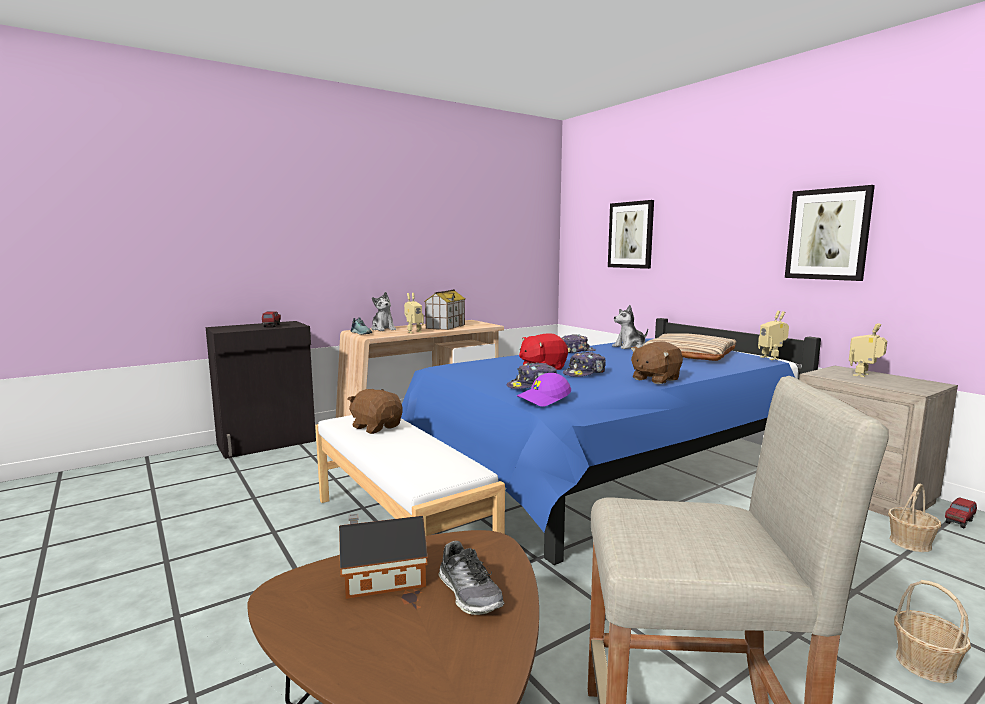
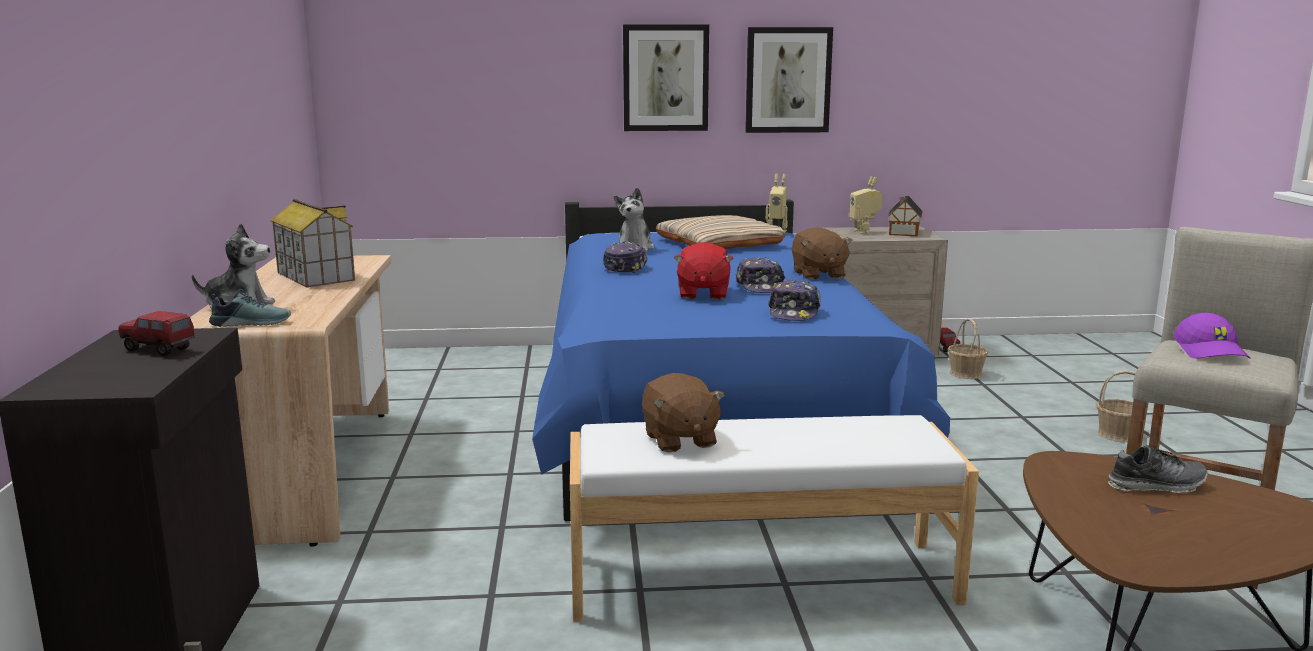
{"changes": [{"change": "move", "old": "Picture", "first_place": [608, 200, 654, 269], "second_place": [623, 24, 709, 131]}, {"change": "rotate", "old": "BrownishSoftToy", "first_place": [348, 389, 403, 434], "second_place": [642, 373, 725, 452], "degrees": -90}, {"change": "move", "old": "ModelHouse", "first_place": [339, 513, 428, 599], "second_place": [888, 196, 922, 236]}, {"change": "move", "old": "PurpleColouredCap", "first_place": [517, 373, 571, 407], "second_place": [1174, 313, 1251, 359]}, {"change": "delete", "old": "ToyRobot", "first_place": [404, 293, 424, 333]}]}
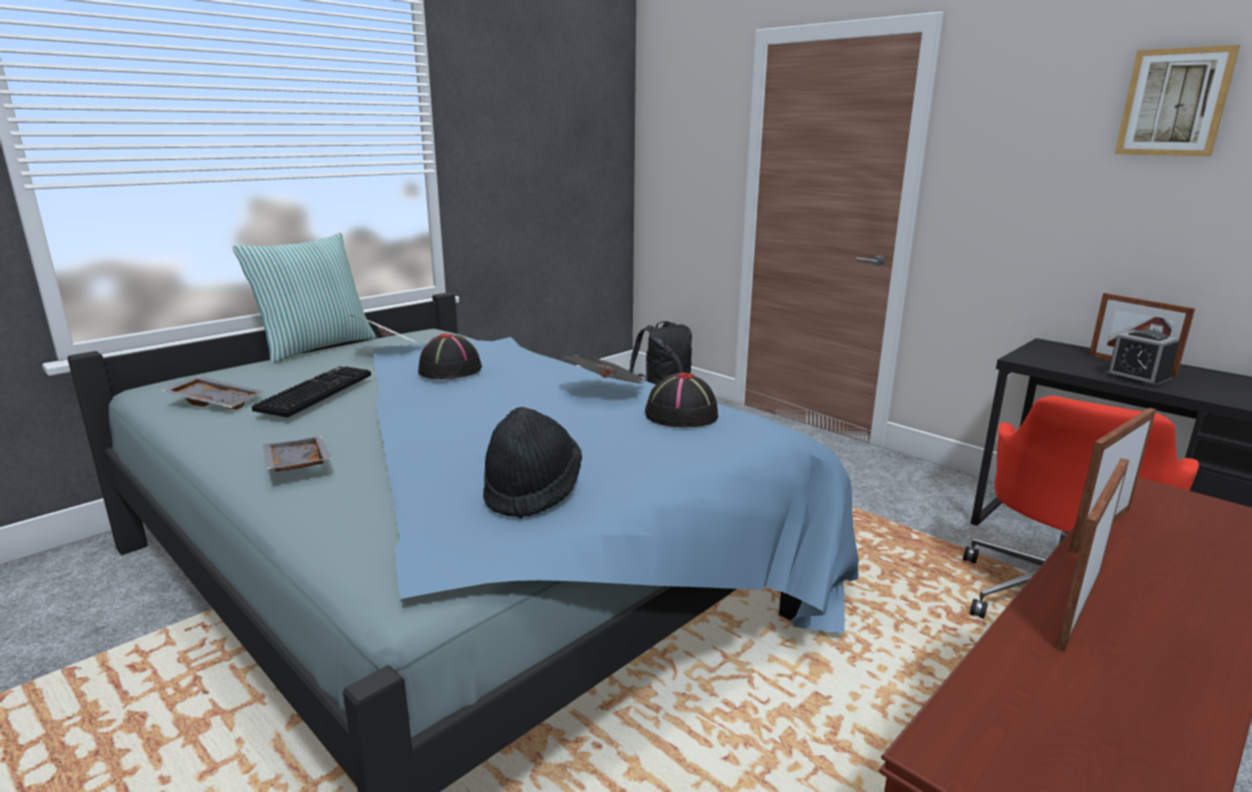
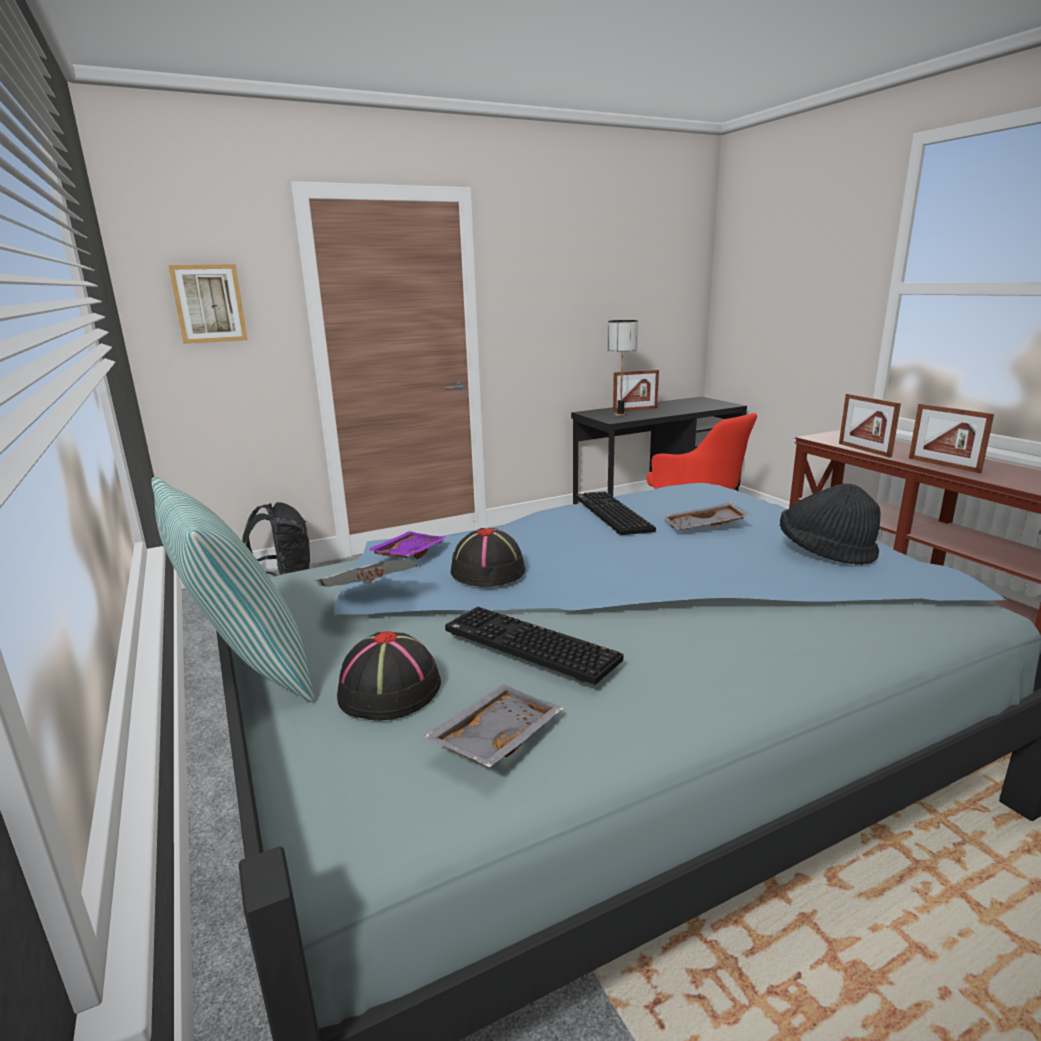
{"changes": [{"change": "move", "old": "Picture", "first_place": [1115, 45, 1240, 157], "second_place": [169, 264, 248, 344]}, {"change": "move", "old": "BlackishWearableHat", "first_place": [645, 373, 718, 427], "second_place": [337, 631, 441, 721]}, {"change": "insert", "new": "PurpleColouredTray", "second_place": [366, 531, 449, 559]}, {"change": "replace", "old": "PrintedPaper", "new": "PcKeyboard", "first_place": [562, 356, 645, 383], "second_place": [576, 492, 656, 535]}, {"change": "insert", "new": "LampForATable", "second_place": [607, 320, 638, 416]}, {"change": "move", "old": "GreyishTray", "first_place": [263, 436, 332, 471], "second_place": [662, 502, 750, 530]}, {"change": "delete", "old": "TableClock", "first_place": [1104, 330, 1179, 388]}]}
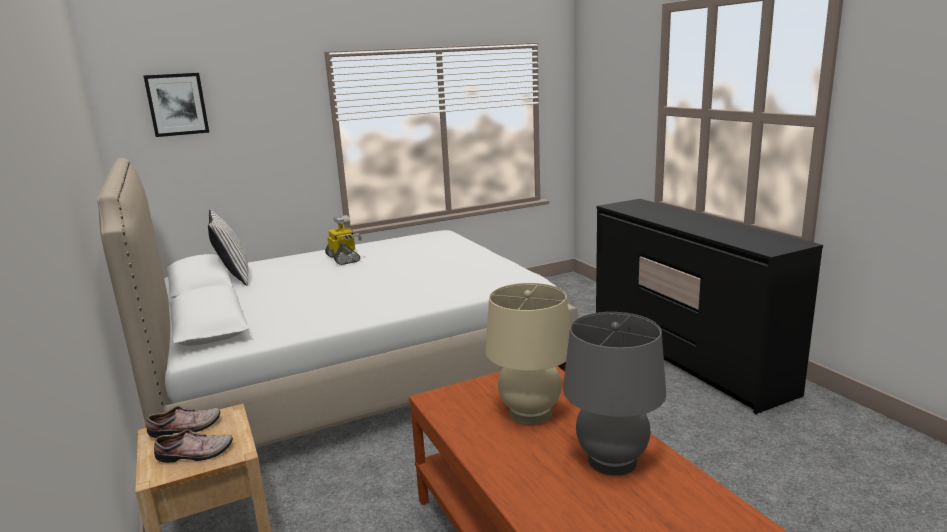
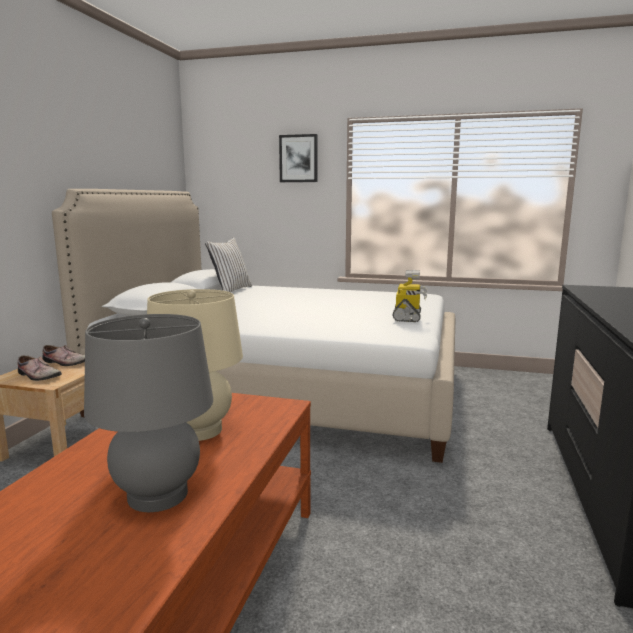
{"changes": [{"change": "move", "old": "Picture", "first_place": [144, 73, 209, 137], "second_place": [279, 134, 318, 182]}, {"change": "move", "old": "ToyRobot", "first_place": [325, 215, 362, 265], "second_place": [392, 270, 427, 322]}]}
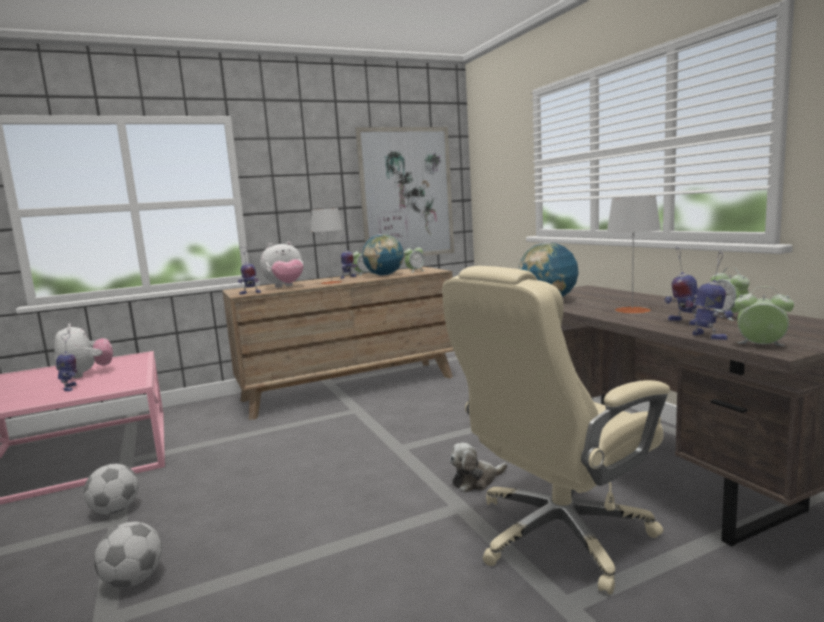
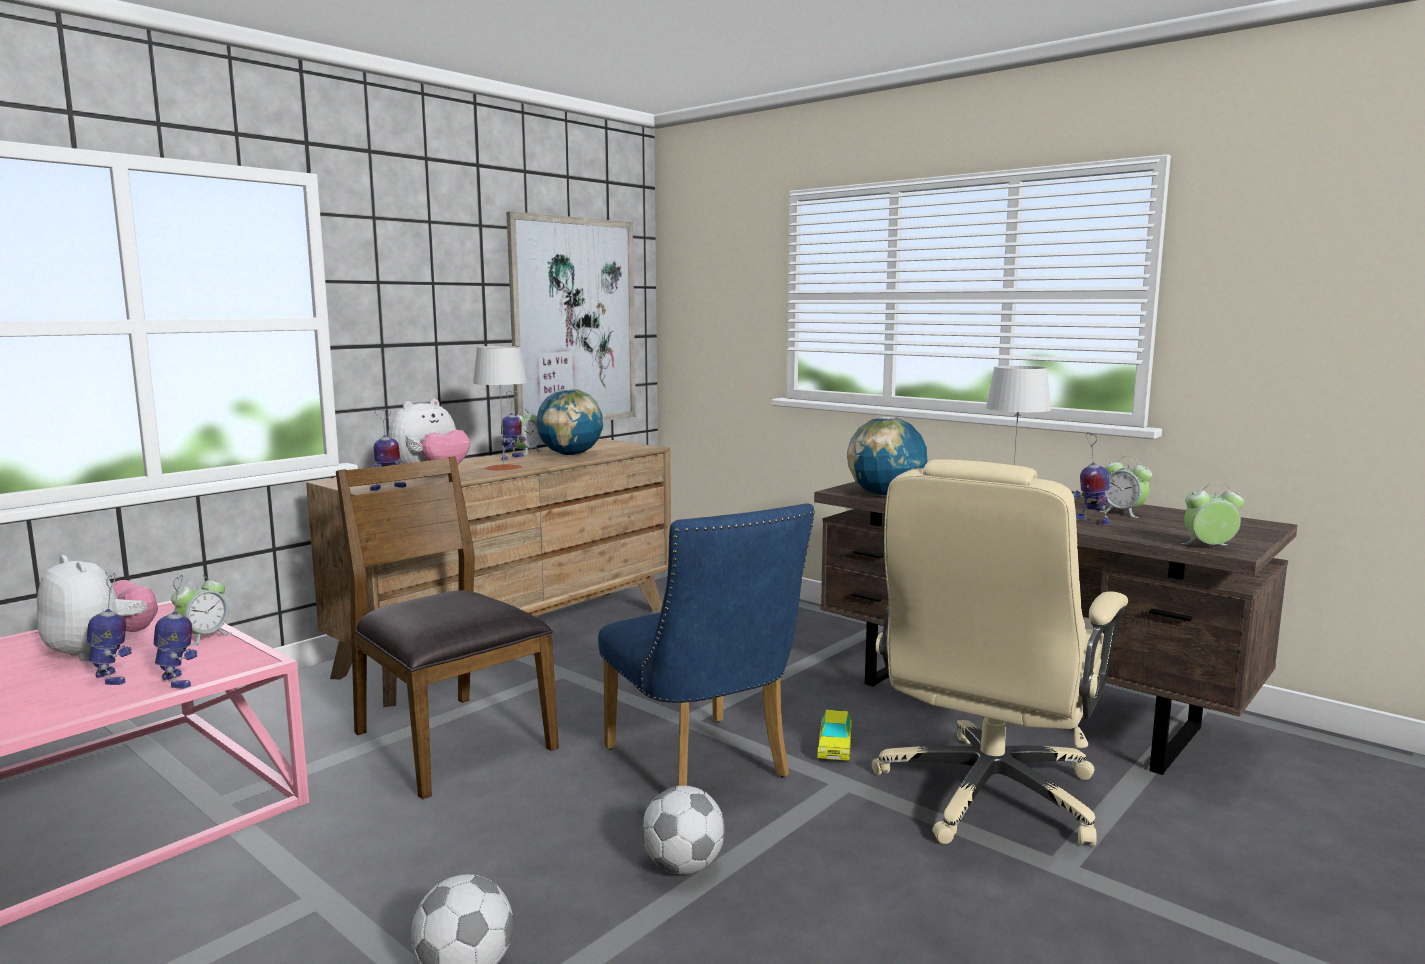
{"changes": [{"change": "move", "old": "ToyRobot", "first_place": [693, 252, 734, 340], "second_place": [153, 575, 197, 689]}, {"change": "move", "old": "TableClock", "first_place": [404, 244, 425, 273], "second_place": [171, 575, 231, 646]}, {"change": "insert", "new": "BrownishPlainChair", "second_place": [336, 456, 559, 800]}, {"change": "insert", "new": "BlueColouredPlainChair", "second_place": [598, 503, 815, 786]}, {"change": "move", "old": "BallForFootball", "first_place": [83, 464, 139, 514], "second_place": [642, 786, 725, 874]}, {"change": "replace", "old": "SoftToy", "new": "ModelCar", "first_place": [450, 443, 507, 492], "second_place": [818, 710, 852, 761]}]}
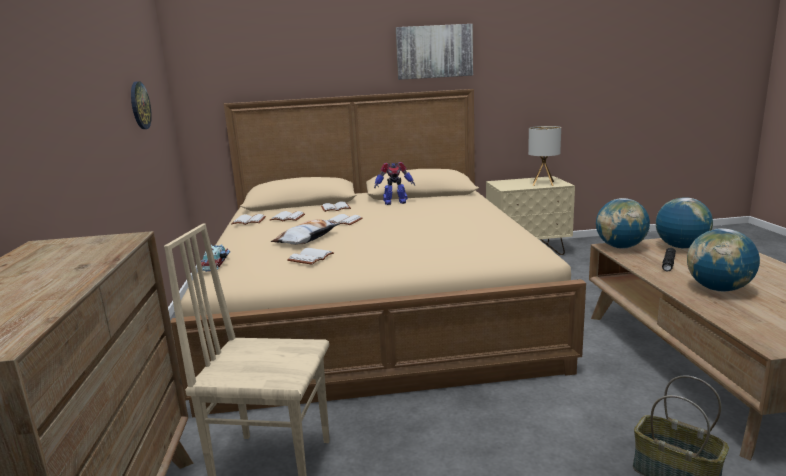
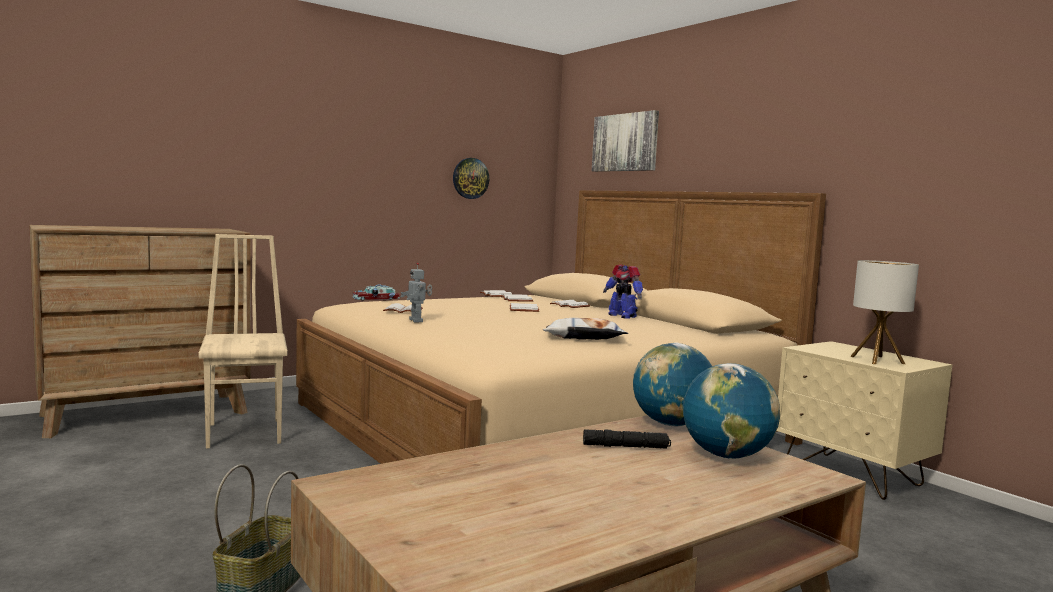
{"changes": [{"change": "insert", "new": "ToyRobot", "second_place": [400, 263, 432, 322]}, {"change": "move", "old": "Pillow", "first_place": [270, 219, 340, 245], "second_place": [543, 318, 629, 340]}, {"change": "move", "old": "Picture", "first_place": [396, 24, 473, 80], "second_place": [592, 110, 659, 172]}, {"change": "delete", "old": "DeskGlobe", "first_place": [687, 228, 760, 292]}]}
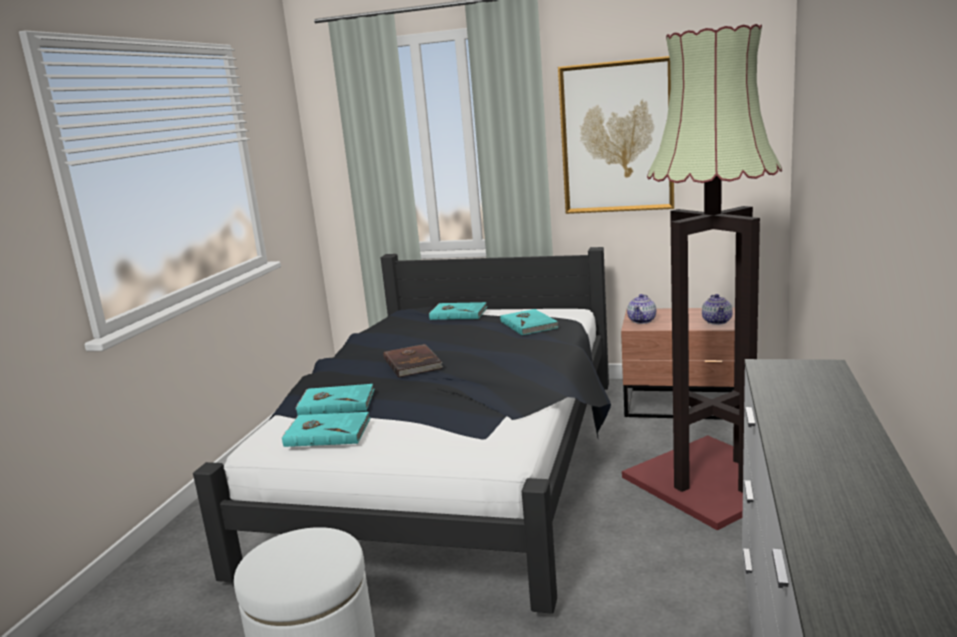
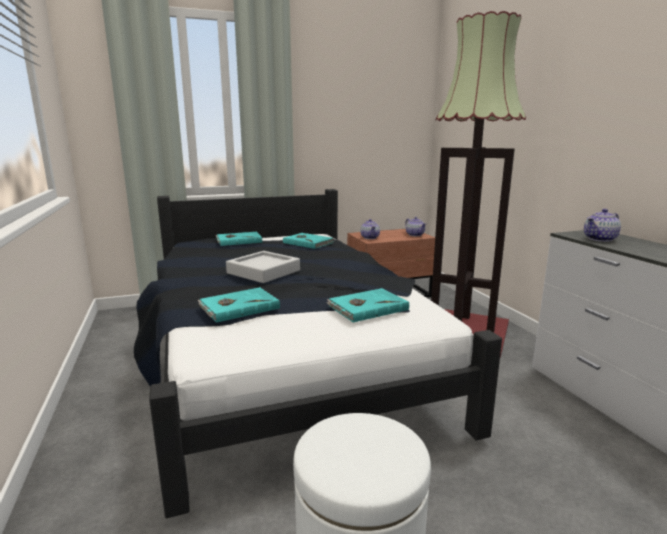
{"changes": [{"change": "replace", "old": "BrownishBoundBook", "new": "GreyishTray", "first_place": [384, 344, 443, 378], "second_place": [226, 251, 300, 283]}, {"change": "move", "old": "TurquoiseBoundBook", "first_place": [281, 412, 371, 447], "second_place": [327, 288, 409, 322]}, {"change": "insert", "new": "PotForTea", "second_place": [584, 209, 621, 242]}, {"change": "delete", "old": "Picture", "first_place": [558, 56, 674, 214]}]}
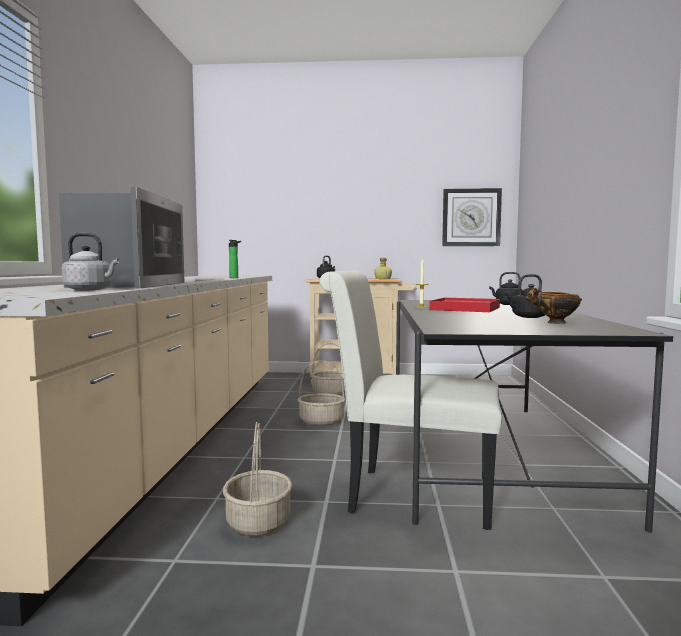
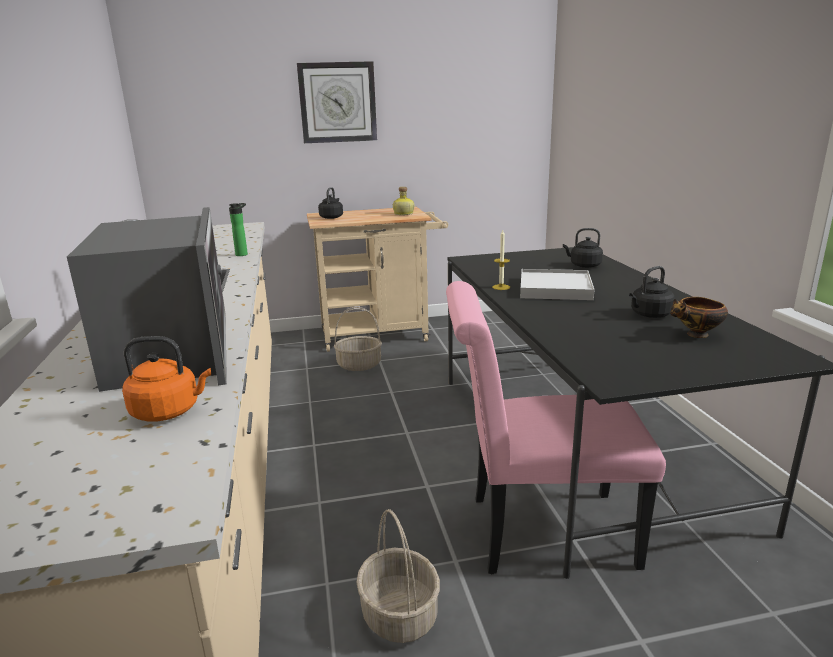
{"changes": [{"change": "recolor", "old": "GreyishWaterKettle", "new": "OrangeColouredWaterKettle", "first_place": [62, 233, 119, 290], "second_place": [122, 336, 211, 422]}, {"change": "move", "old": "WallClock", "first_place": [442, 188, 502, 246], "second_place": [297, 61, 377, 143]}, {"change": "recolor", "old": "WhitishPlainChair", "new": "PinkishPlainChair", "first_place": [319, 270, 502, 530], "second_place": [446, 281, 666, 574]}, {"change": "recolor", "old": "RedColouredTray", "new": "WhitishTray", "first_place": [429, 298, 500, 312], "second_place": [520, 269, 595, 300]}, {"change": "delete", "old": "HouseholdBasket", "first_place": [298, 360, 346, 426]}]}
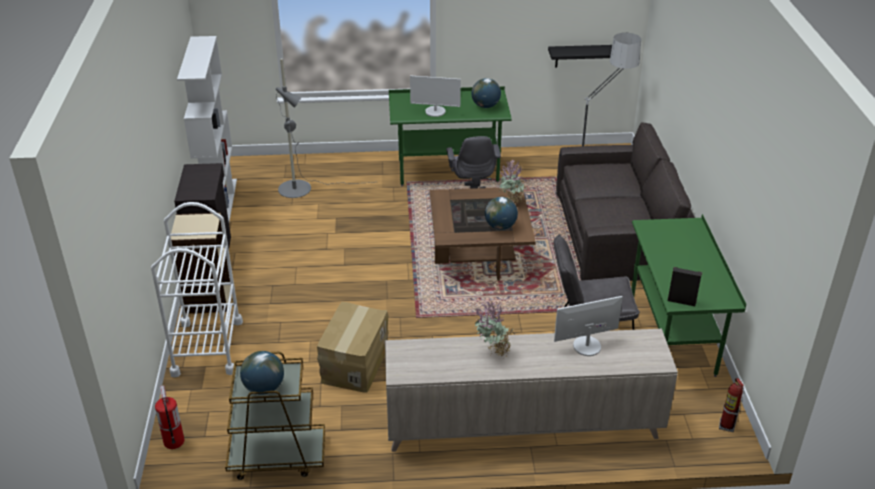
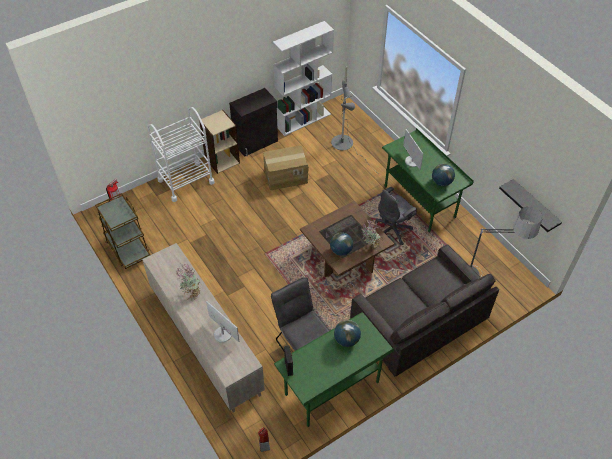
{"changes": [{"change": "move", "old": "CardboardBox", "first_place": [317, 302, 388, 392], "second_place": [263, 145, 309, 190]}, {"change": "move", "old": "DeskGlobe", "first_place": [240, 351, 284, 395], "second_place": [334, 320, 361, 347]}]}
